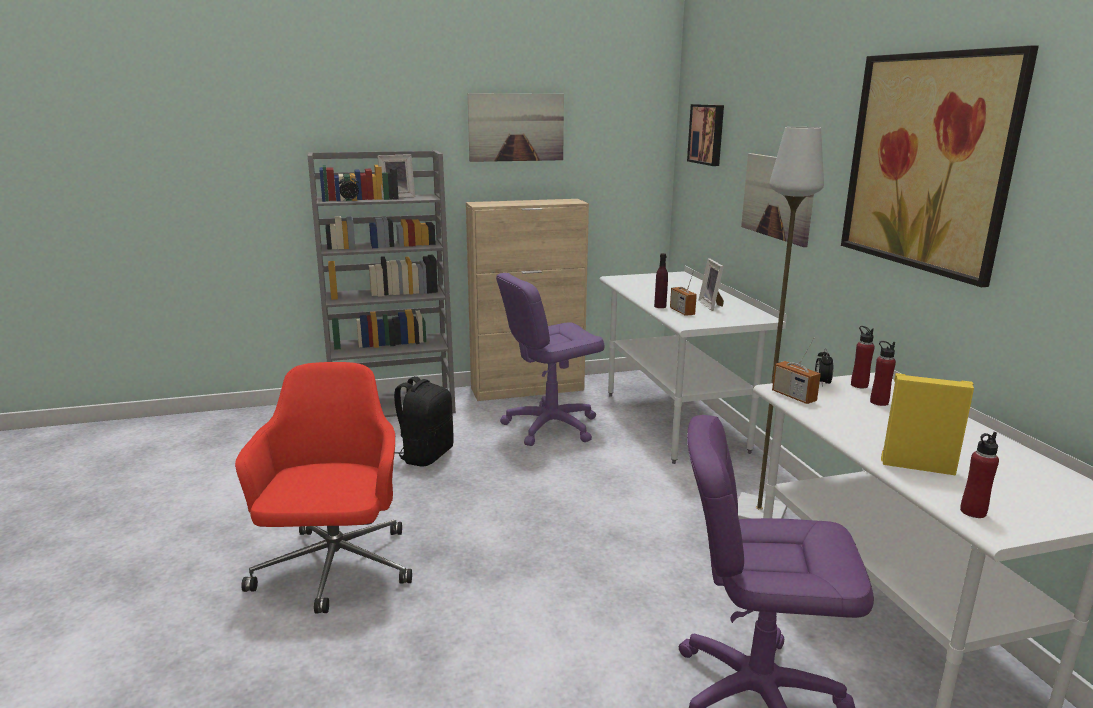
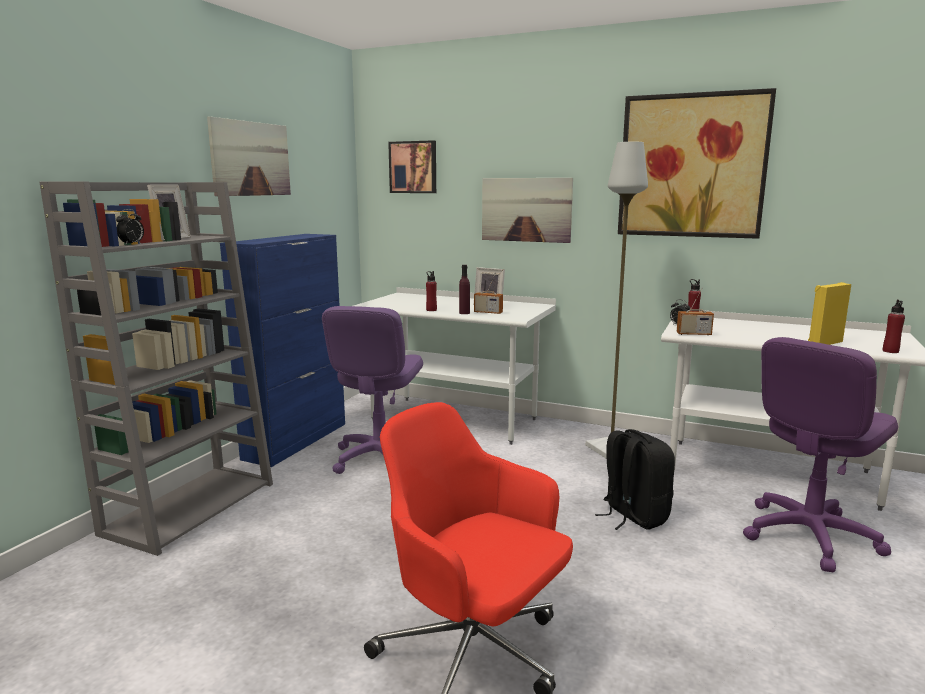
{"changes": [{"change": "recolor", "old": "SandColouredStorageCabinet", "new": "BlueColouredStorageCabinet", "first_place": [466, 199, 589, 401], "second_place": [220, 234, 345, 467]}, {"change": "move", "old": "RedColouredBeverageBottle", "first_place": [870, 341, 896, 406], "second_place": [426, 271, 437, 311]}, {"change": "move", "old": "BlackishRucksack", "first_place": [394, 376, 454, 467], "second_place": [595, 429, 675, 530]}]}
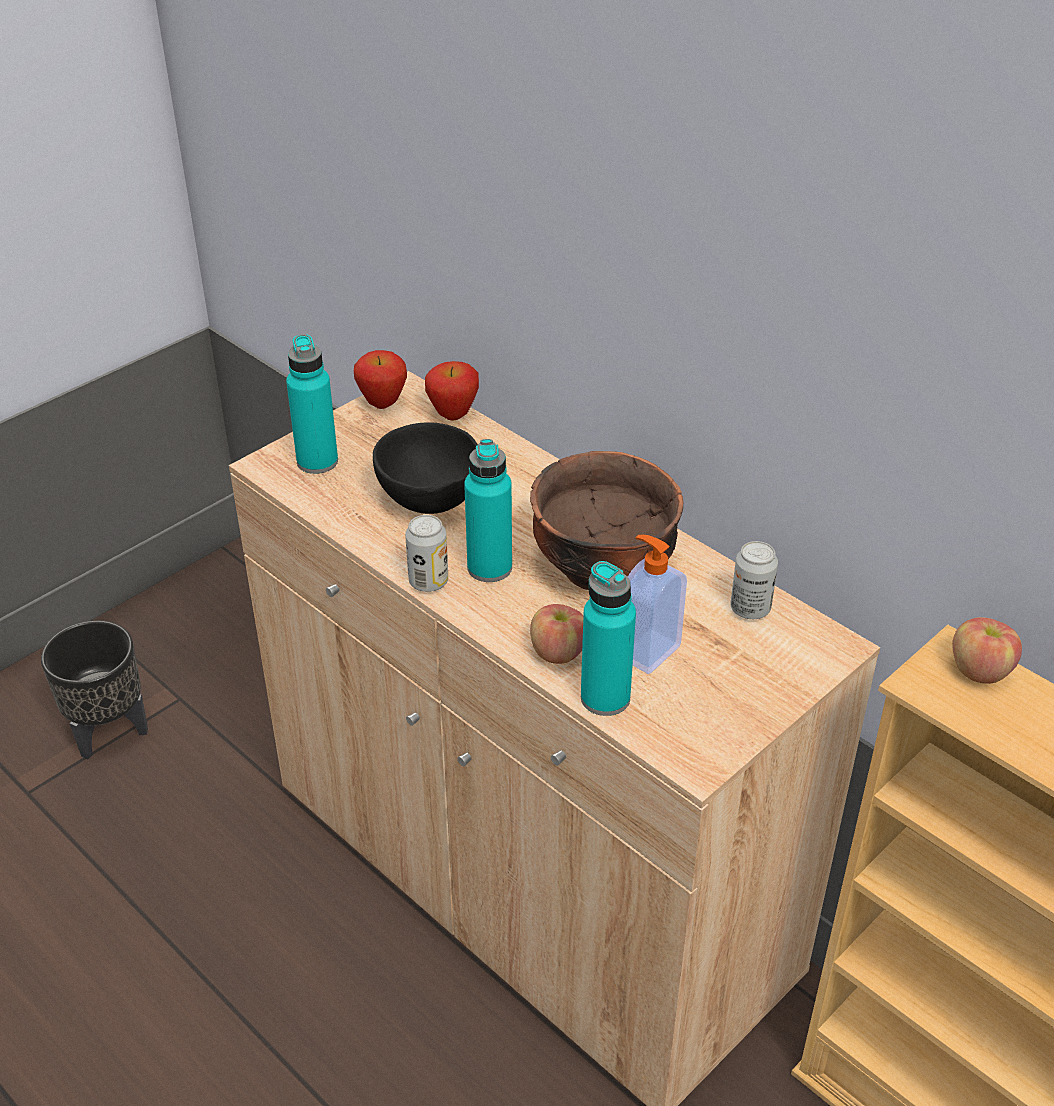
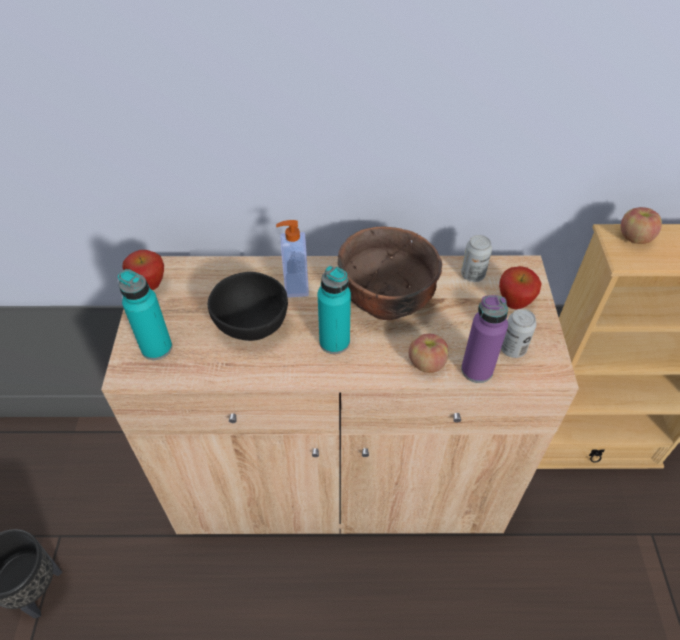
{"changes": [{"change": "move", "old": "SoapBottle", "first_place": [628, 535, 687, 674], "second_place": [276, 220, 309, 298]}, {"change": "recolor", "old": "TurquoiseBeverageBottle", "new": "PurpleColouredBeverageBottle", "first_place": [581, 561, 636, 716], "second_place": [461, 295, 508, 383]}, {"change": "move", "old": "AppleFruit", "first_place": [425, 361, 479, 420], "second_place": [499, 266, 542, 310]}, {"change": "move", "old": "MetalCan", "first_place": [405, 515, 448, 592], "second_place": [501, 309, 537, 358]}]}
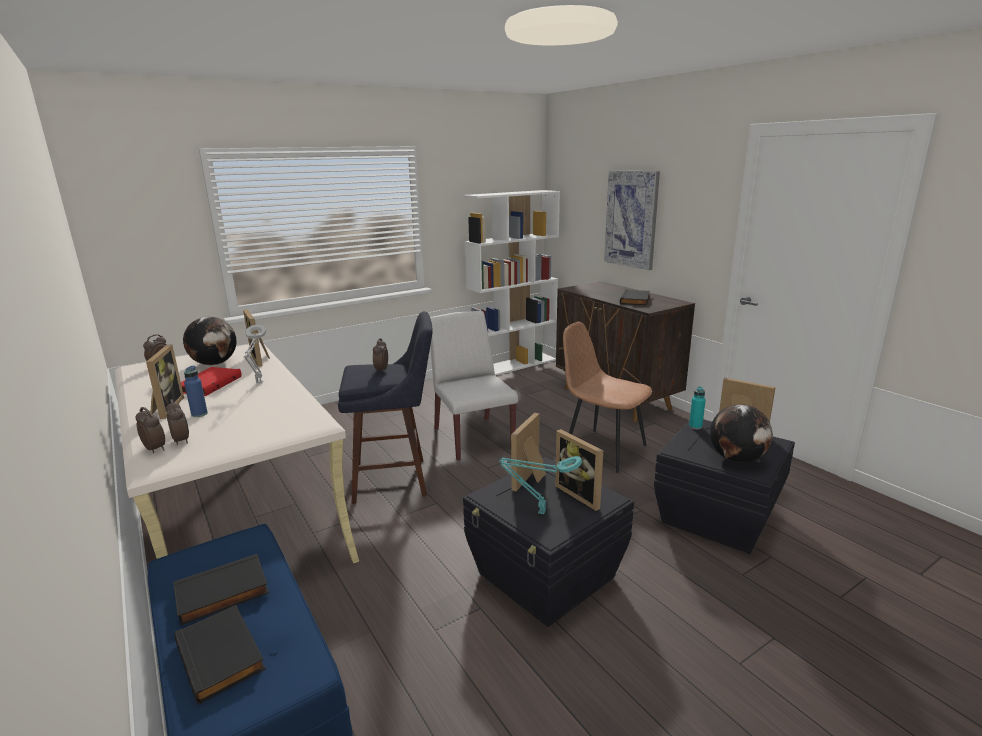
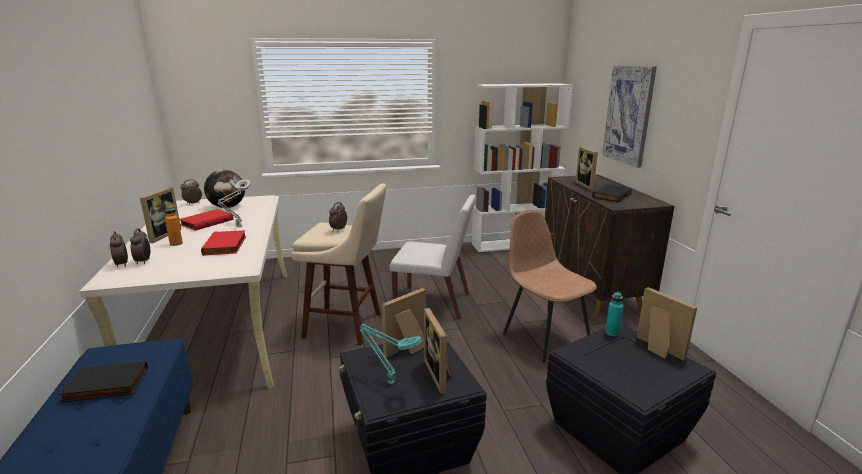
{"changes": [{"change": "recolor", "old": "BlueColouredBeverageBottle", "new": "OrangeColouredBeverageBottle", "first_place": [184, 366, 208, 417], "second_place": [165, 205, 183, 246]}, {"change": "insert", "new": "RedColouredBoundBook", "second_place": [201, 230, 246, 256]}, {"change": "recolor", "old": "BlueColouredStool", "new": "SandColouredStool", "first_place": [338, 311, 433, 504], "second_place": [291, 183, 386, 345]}, {"change": "rotate", "old": "WhitishPlainChair", "first_place": [430, 311, 518, 461], "second_place": [390, 195, 476, 320], "degrees": 105}, {"change": "move", "old": "PhotoFrame", "first_place": [243, 309, 270, 367], "second_place": [575, 147, 598, 190]}, {"change": "delete", "old": "BlackishBoundBook", "first_place": [174, 605, 266, 705]}, {"change": "delete", "old": "DeskGlobe", "first_place": [710, 404, 773, 463]}]}
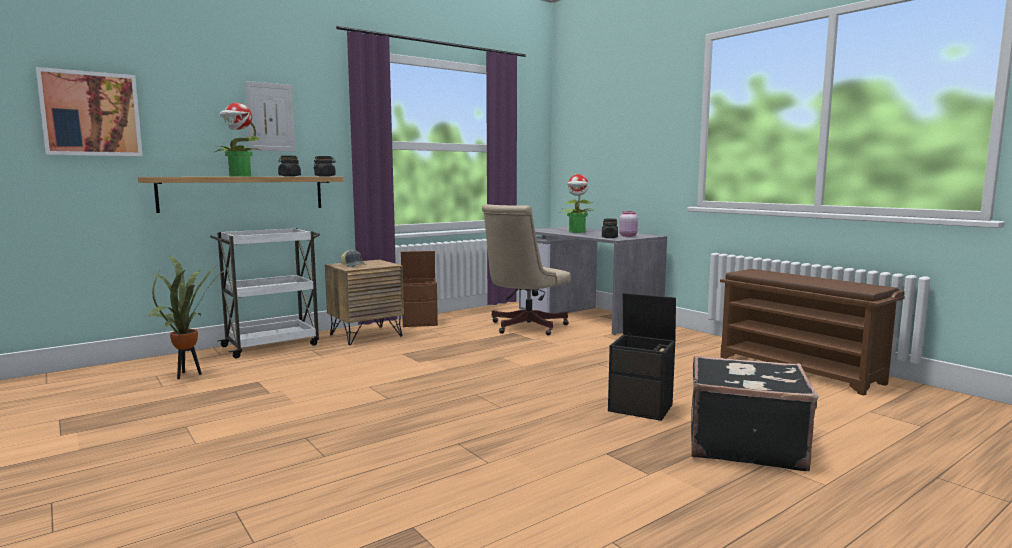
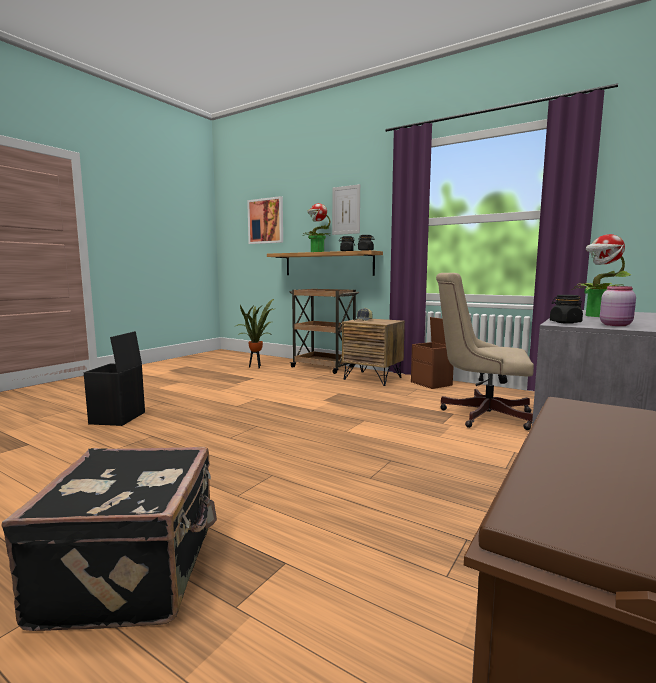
{"changes": [{"change": "move", "old": "BlackishStorageBox", "first_place": [608, 293, 676, 421], "second_place": [84, 331, 145, 426]}, {"change": "recolor", "old": "WhitishWheeledCart", "new": "BrownishWheeledCart", "first_place": [210, 228, 320, 358], "second_place": [289, 289, 359, 374]}]}
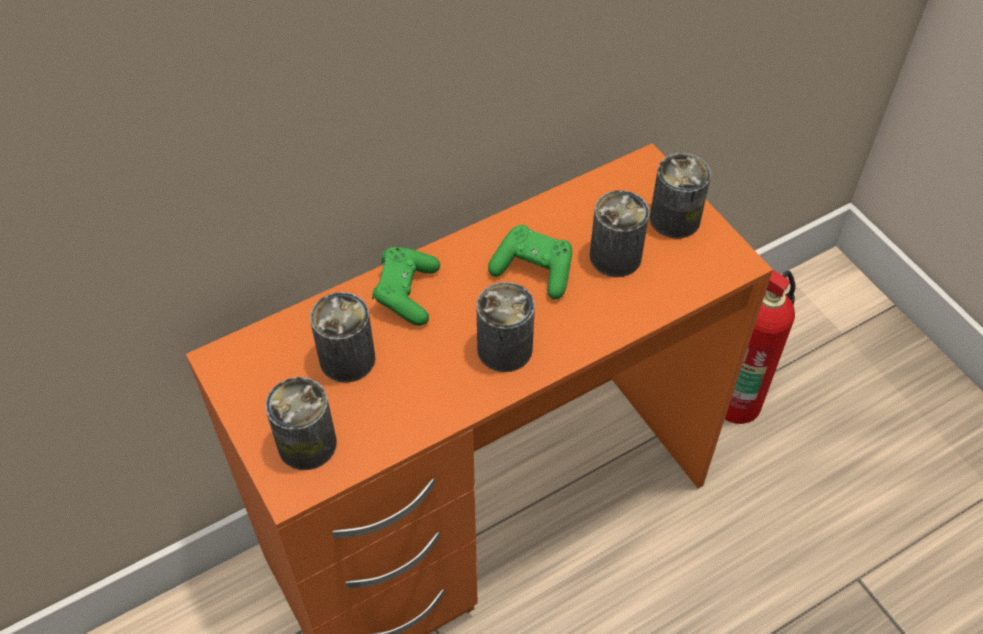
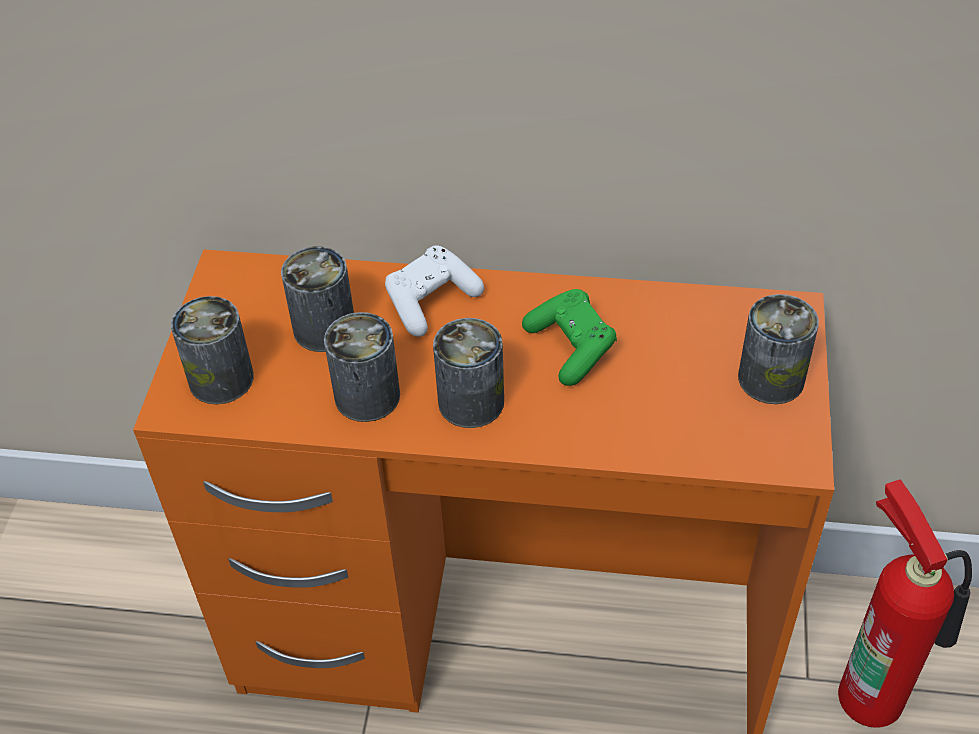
{"changes": [{"change": "move", "old": "MetalCan", "first_place": [589, 190, 649, 277], "second_place": [324, 312, 400, 422]}, {"change": "recolor", "old": "GreenishGamepad", "new": "WhitishGamepad", "first_place": [372, 247, 440, 326], "second_place": [385, 245, 484, 337]}]}
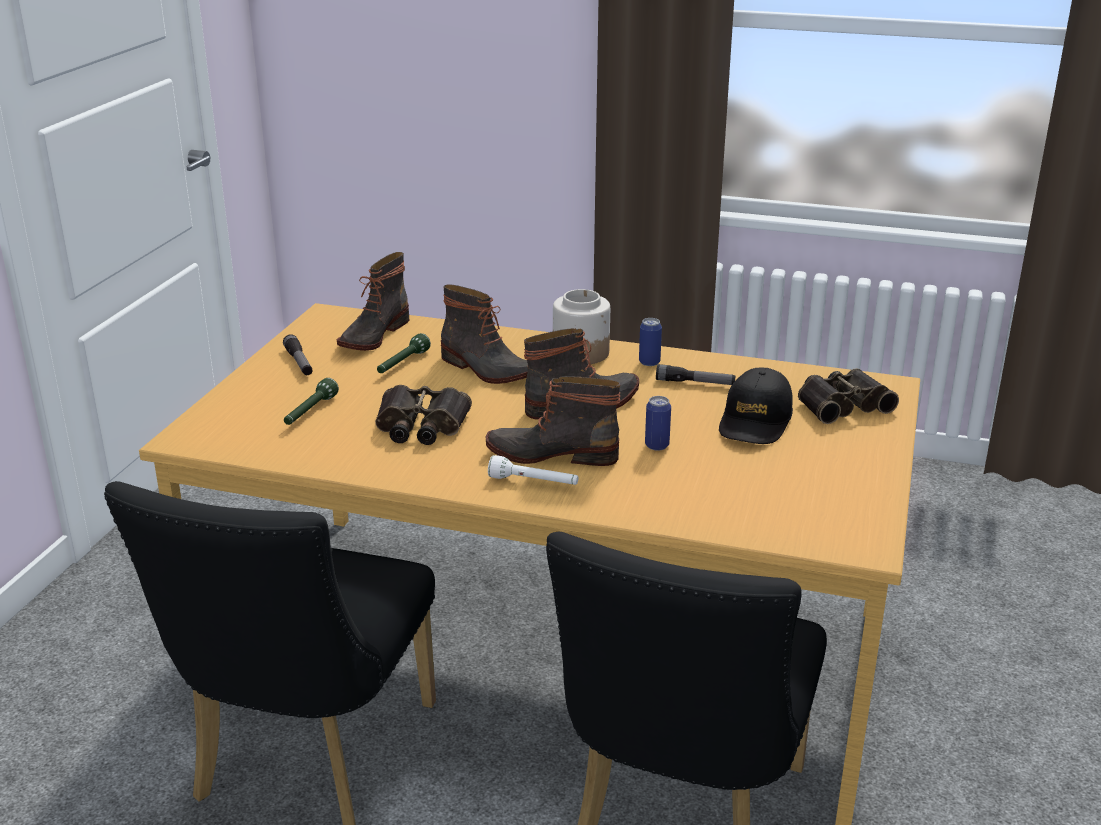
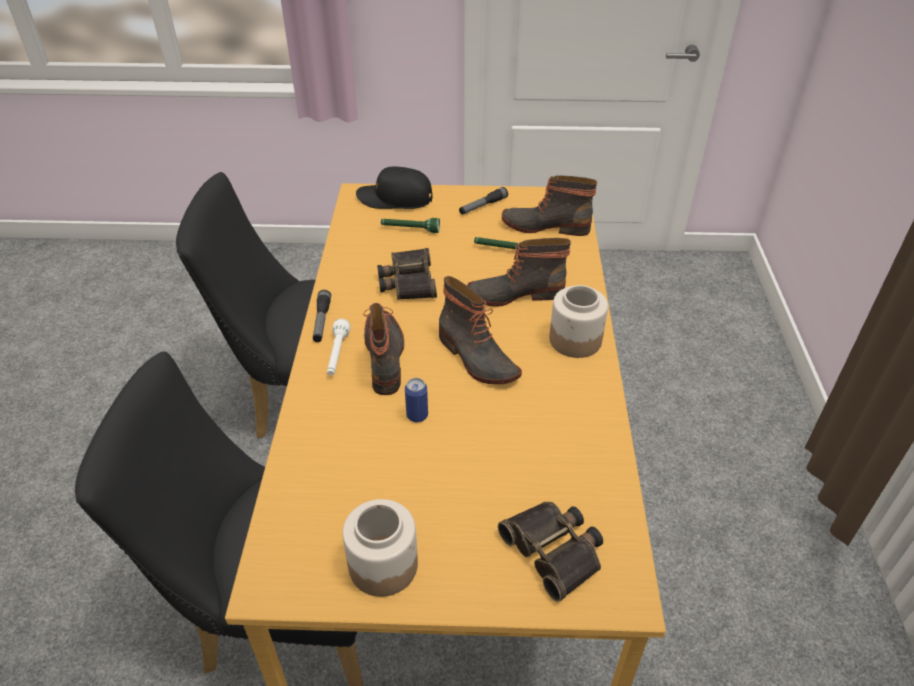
{"changes": [{"change": "move", "old": "Torch", "first_place": [656, 364, 735, 385], "second_place": [313, 290, 331, 342]}, {"change": "insert", "new": "StorageJar", "second_place": [343, 499, 418, 597]}, {"change": "move", "old": "BlackishCap", "first_place": [719, 368, 793, 444], "second_place": [356, 167, 433, 209]}, {"change": "rotate", "old": "HighTopBoot", "first_place": [441, 284, 528, 384], "second_place": [467, 238, 571, 307], "degrees": 60}, {"change": "delete", "old": "MetalCan", "first_place": [639, 318, 662, 366]}]}
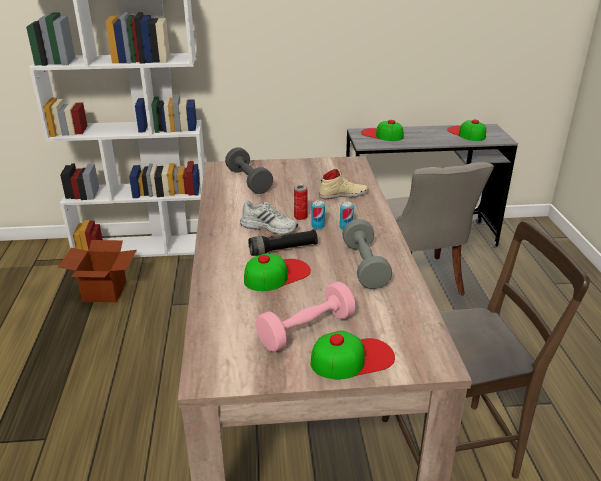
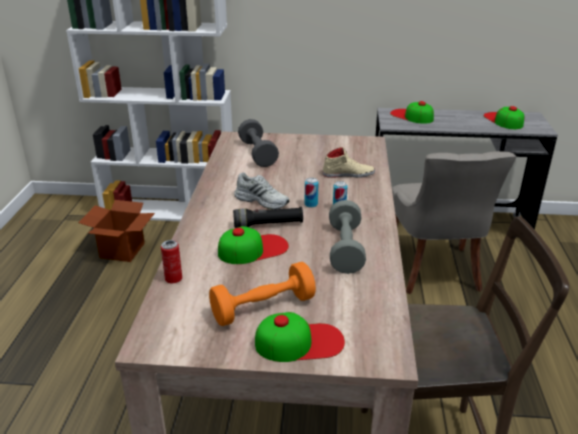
{"changes": [{"change": "move", "old": "MetalCan", "first_place": [294, 185, 308, 220], "second_place": [161, 240, 182, 283]}, {"change": "recolor", "old": "PinkishDumbbell", "new": "OrangeColouredDumbbell", "first_place": [256, 282, 356, 352], "second_place": [209, 262, 316, 326]}]}
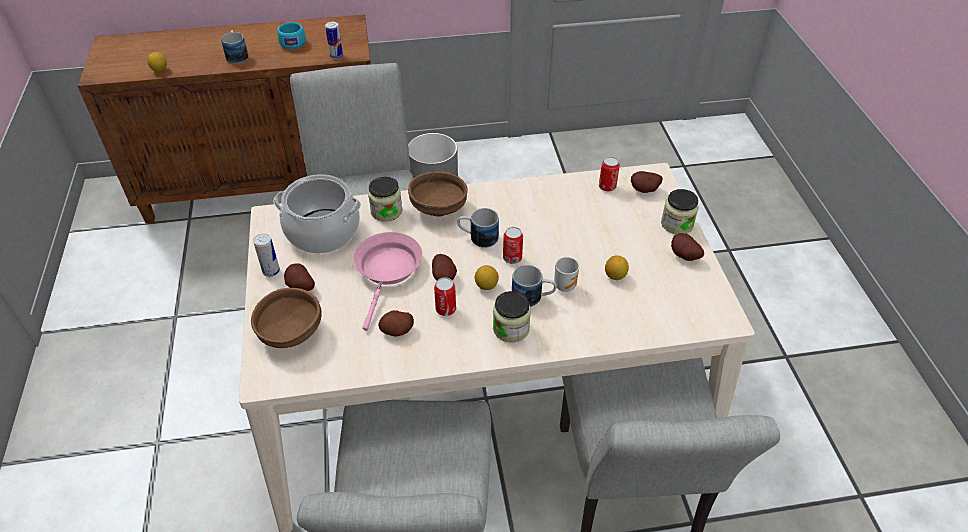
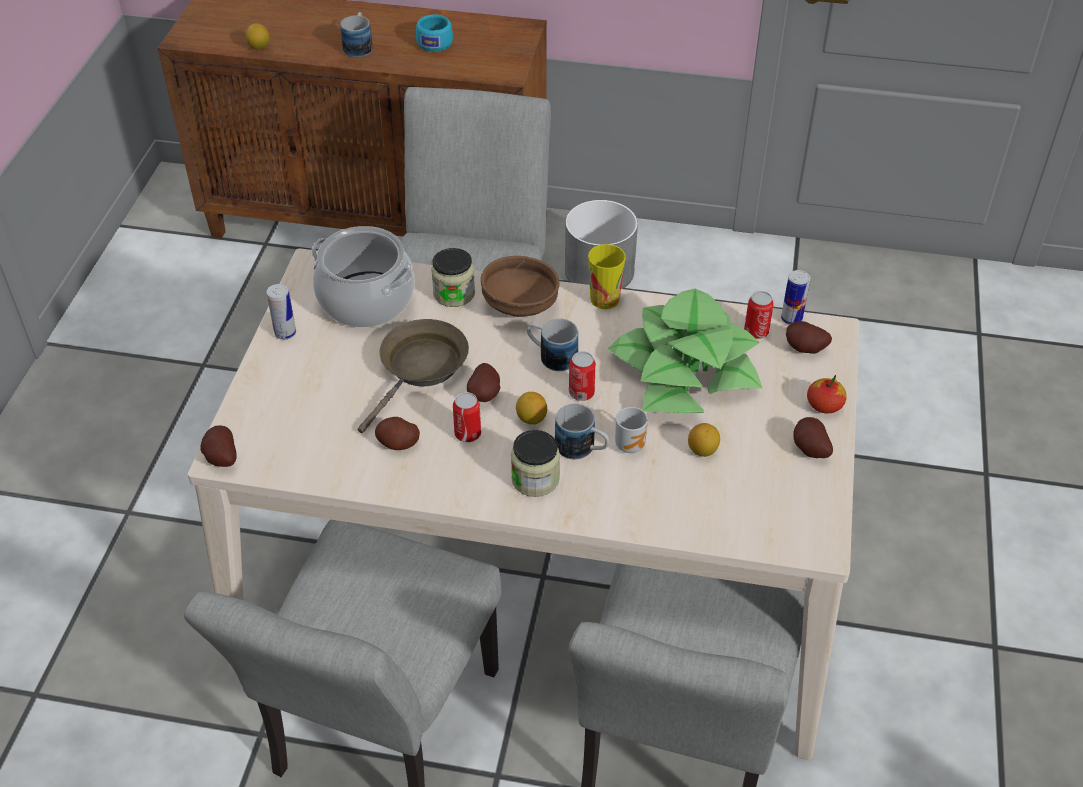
{"changes": [{"change": "move", "old": "Potato", "first_place": [284, 263, 315, 291], "second_place": [201, 425, 237, 467]}, {"change": "recolor", "old": "PinkishSkillet", "new": "BrownishSkillet", "first_place": [353, 232, 422, 331], "second_place": [358, 319, 469, 433]}, {"change": "insert", "new": "Cup", "second_place": [588, 244, 626, 309]}, {"change": "insert", "new": "Houseplant", "second_place": [608, 289, 762, 413]}, {"change": "move", "old": "MetalCan", "first_place": [325, 22, 343, 59], "second_place": [781, 270, 810, 325]}, {"change": "replace", "old": "StorageJar", "new": "AppleFruit", "first_place": [661, 189, 699, 234], "second_place": [807, 375, 847, 414]}, {"change": "delete", "old": "BrownishServingBowl", "first_place": [251, 288, 322, 348]}]}
